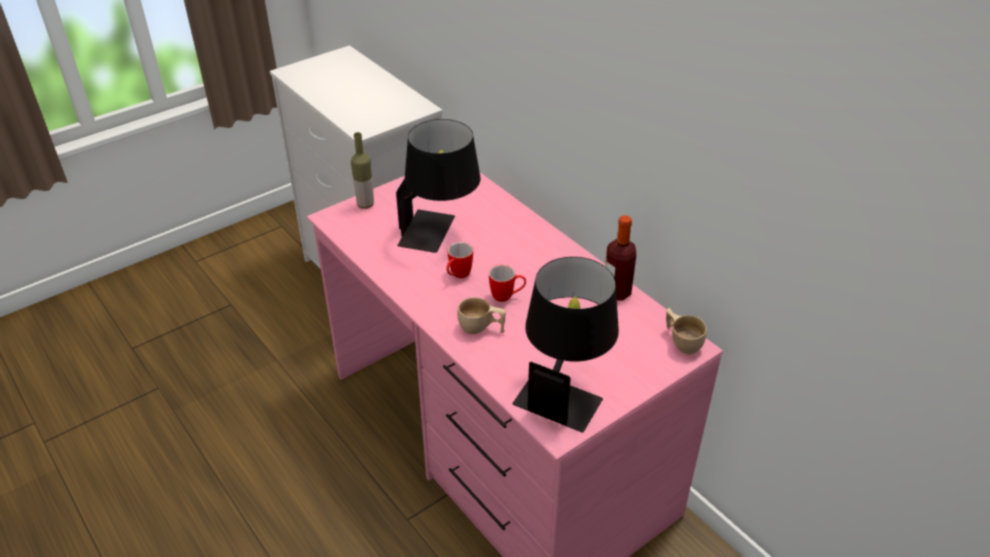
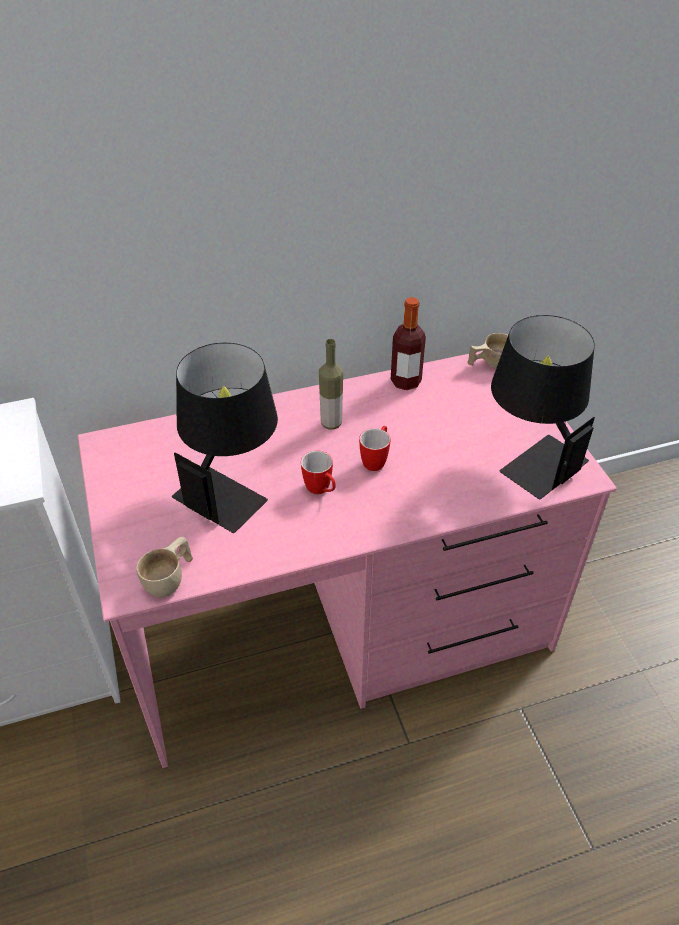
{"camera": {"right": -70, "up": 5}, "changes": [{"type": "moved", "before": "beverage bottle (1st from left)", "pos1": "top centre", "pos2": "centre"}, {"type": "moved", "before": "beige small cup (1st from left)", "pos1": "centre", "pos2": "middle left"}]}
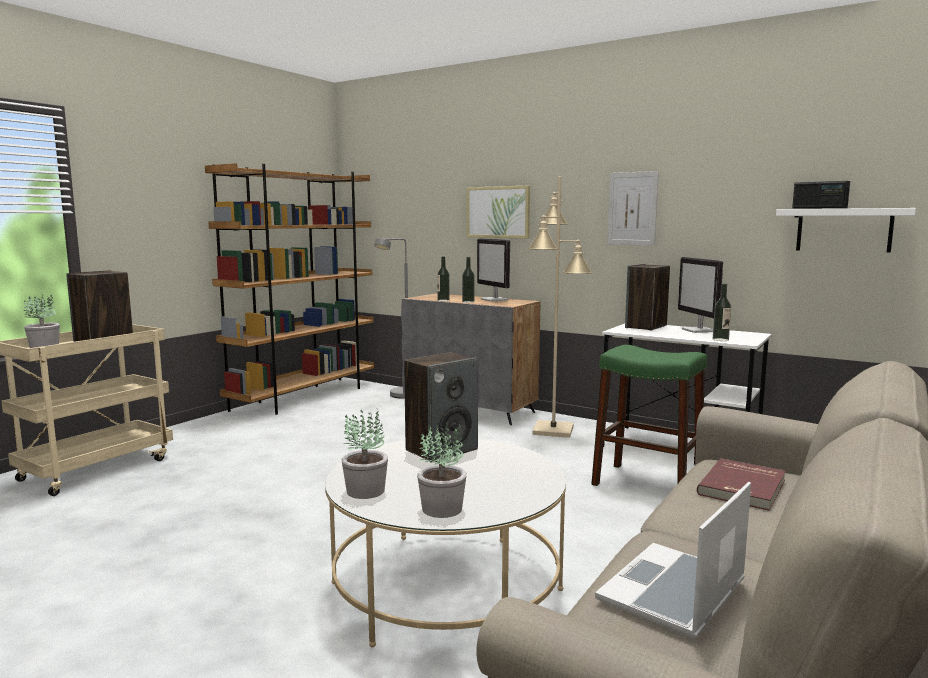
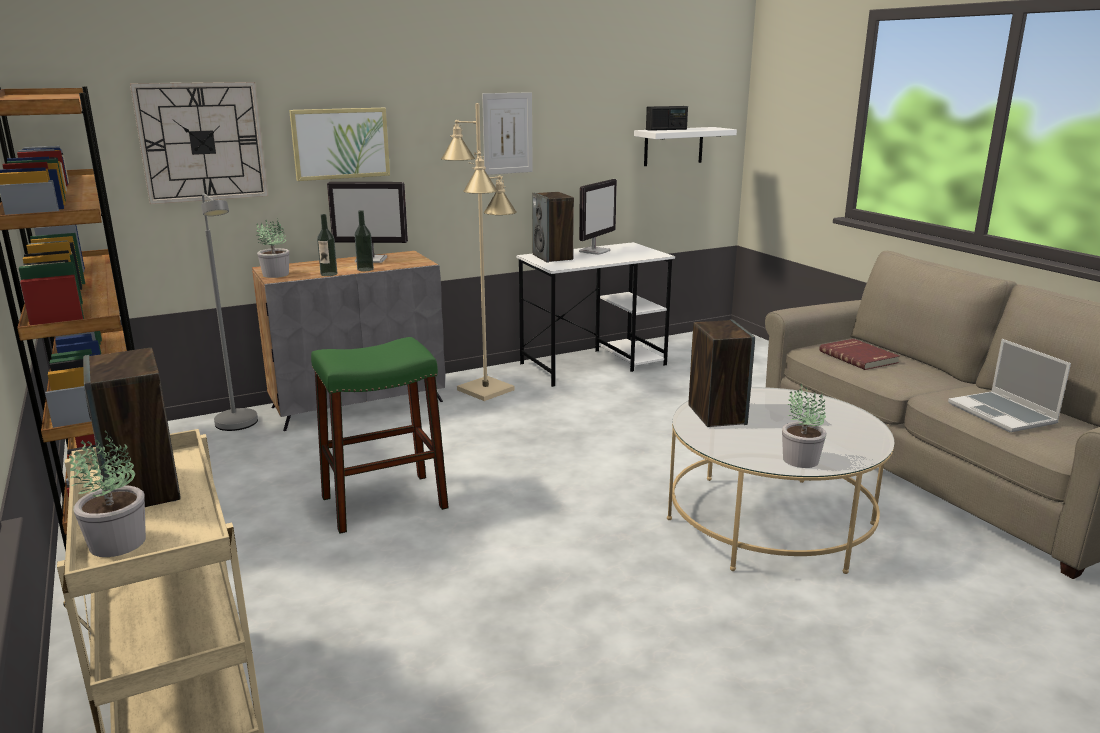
{"camera": {"right": -60, "up": 10}, "changes": [{"type": "moved", "before": "houseplant (3rd from left in the first image)", "after": "houseplant (2nd from left)", "pos1": "bottom centre", "pos2": "middle left"}, {"type": "moved", "before": "greenish stool seat", "pos1": "middle right", "pos2": "centre"}, {"type": "turned", "before": "monitor (2nd from left)", "pos1": "middle right", "pos2": "top centre", "turn": -75}, {"type": "removed", "before": "beverage bottle (3rd from left)", "pos1": "middle right"}, {"type": "added", "after": "hanging clock", "pos2": "top left"}]}
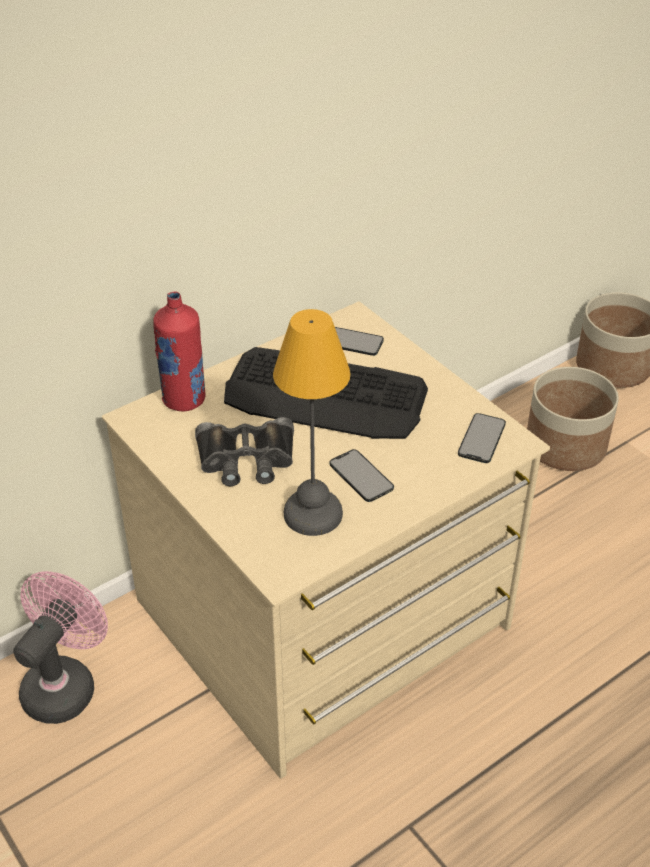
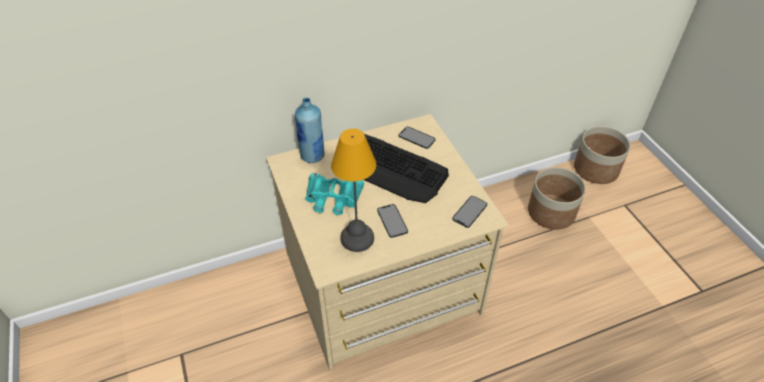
{"camera": {"right": 15, "up": 5}, "changes": [{"type": "removed", "before": "pink cooling fan", "pos1": "bottom left"}, {"type": "recoloured", "before": "reddish beverage bottle", "after": "bluish beverage bottle", "pos1": "middle left", "pos2": "centre"}, {"type": "recoloured", "before": "blackish binoculars", "after": "turquoise-coloured binoculars", "pos1": "centre", "pos2": "centre"}]}
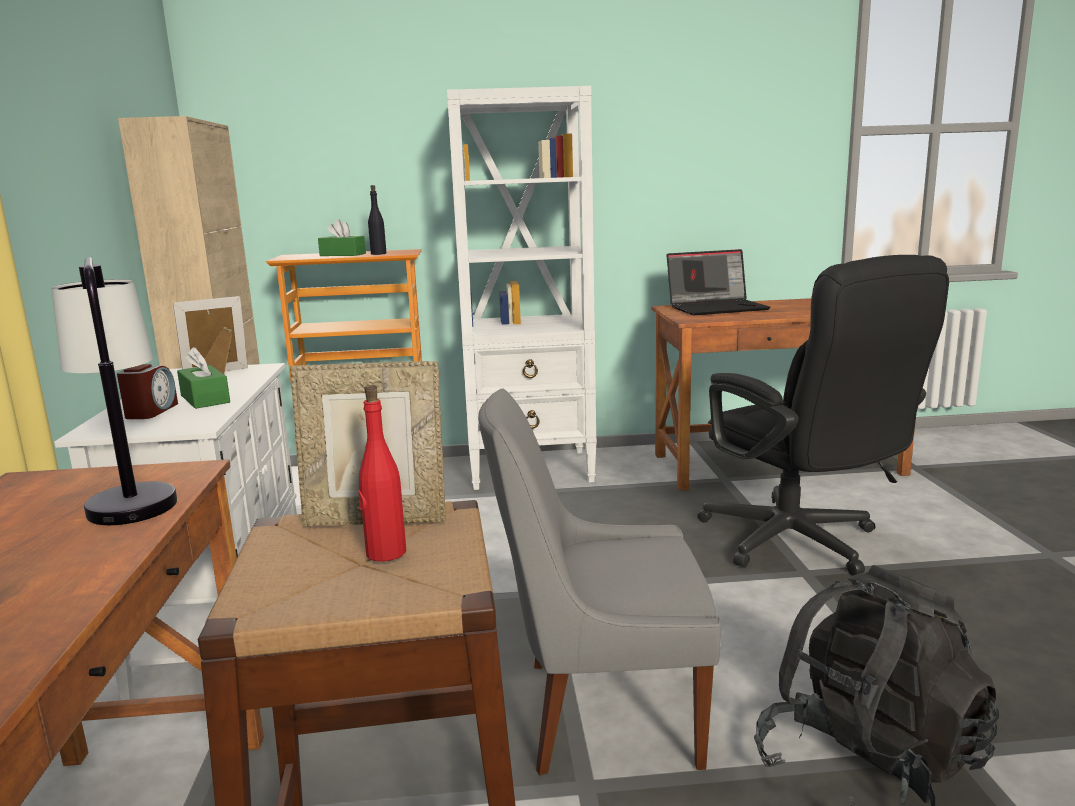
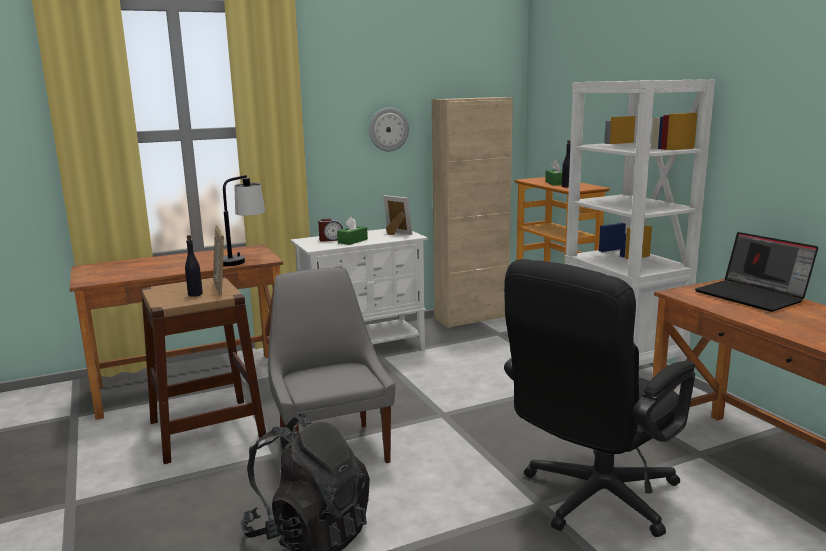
{"camera": {"right": 70, "up": 0}, "changes": [{"type": "recoloured", "before": "reddish beverage bottle", "after": "blackish beverage bottle (1st from left)", "pos1": "centre", "pos2": "middle left"}, {"type": "added", "after": "hanging clock", "pos2": "top centre"}]}
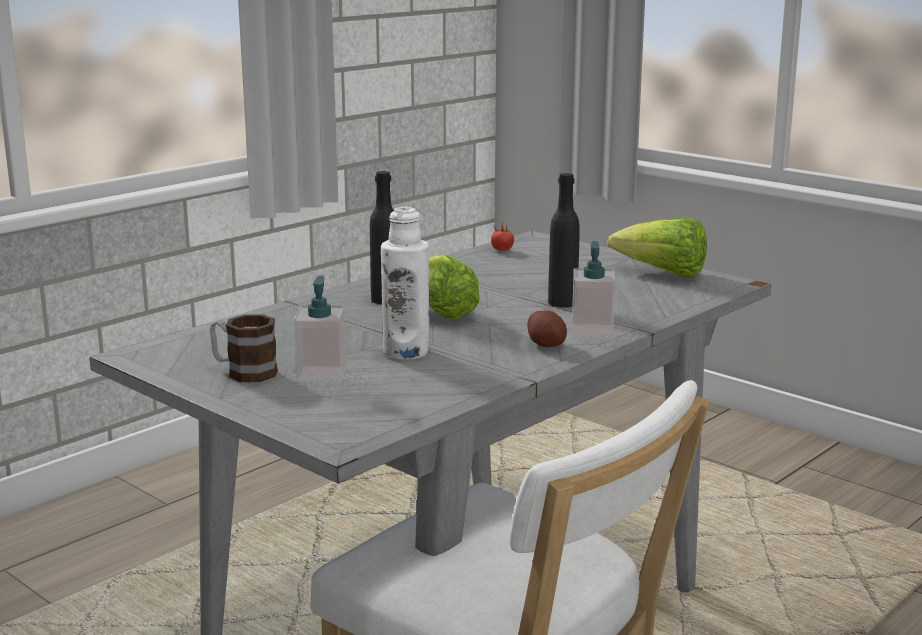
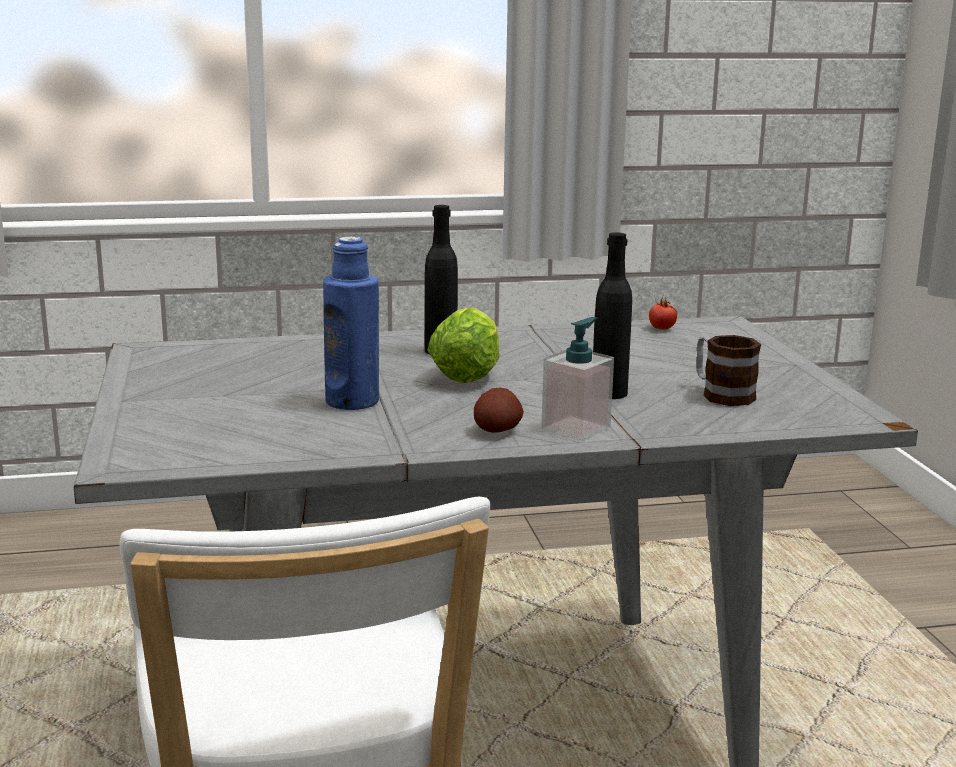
{"camera": {"right": 35, "up": 0}, "changes": [{"type": "moved", "before": "tea mug", "pos1": "middle left", "pos2": "middle right"}, {"type": "removed", "before": "soap dispenser (1st from left)", "pos1": "centre"}, {"type": "recoloured", "before": "white-coloured beverage bottle", "after": "bluish beverage bottle", "pos1": "centre", "pos2": "centre"}, {"type": "removed", "before": "lettuce head (2nd from left)", "pos1": "middle right"}]}
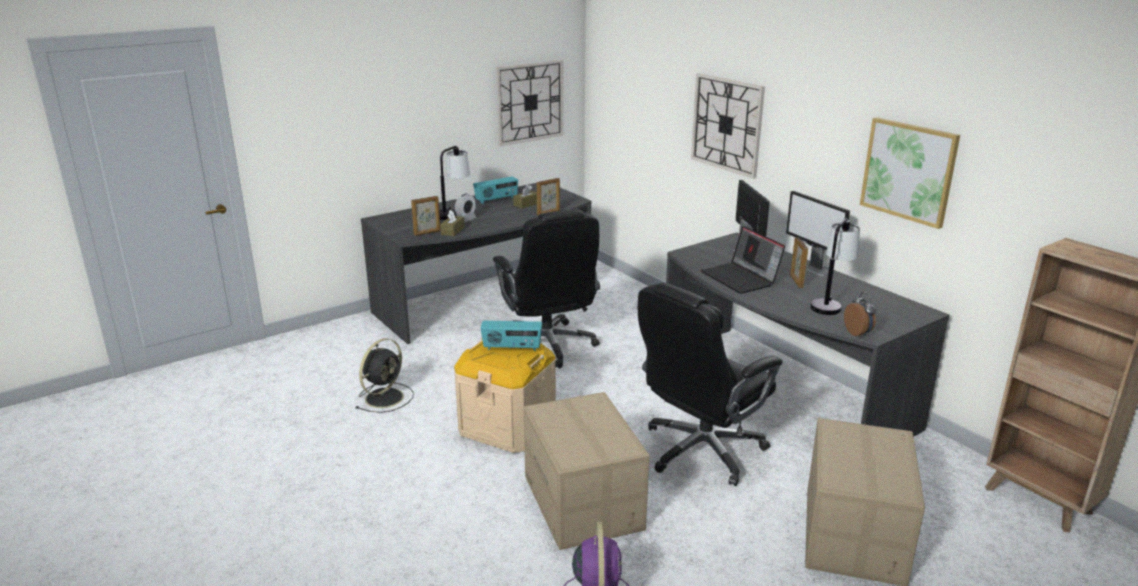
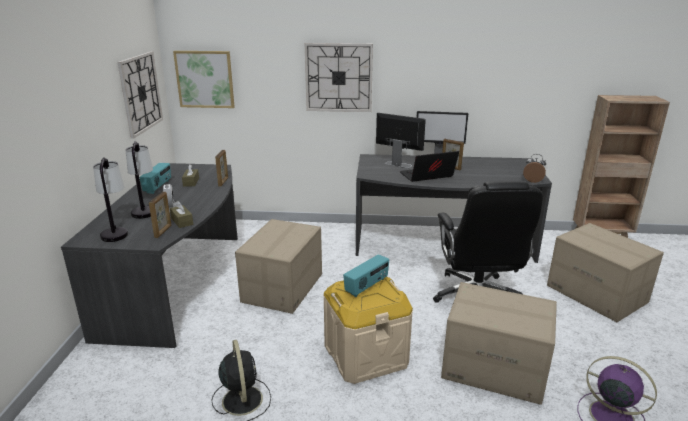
{"camera": {"right": -50, "up": 0}, "changes": [{"type": "replaced", "before": "blackish desk chair (1st from left)", "after": "carton (1st from left)", "pos1": "centre", "pos2": "centre"}, {"type": "turned", "before": "laptop", "pos1": "centre", "pos2": "centre", "turn": 150}, {"type": "moved", "before": "lamp for a table (2nd from left in the first image)", "after": "lamp for a table (1st from left)", "pos1": "middle right", "pos2": "middle left"}, {"type": "moved", "before": "picture", "pos1": "top right", "pos2": "top left"}]}
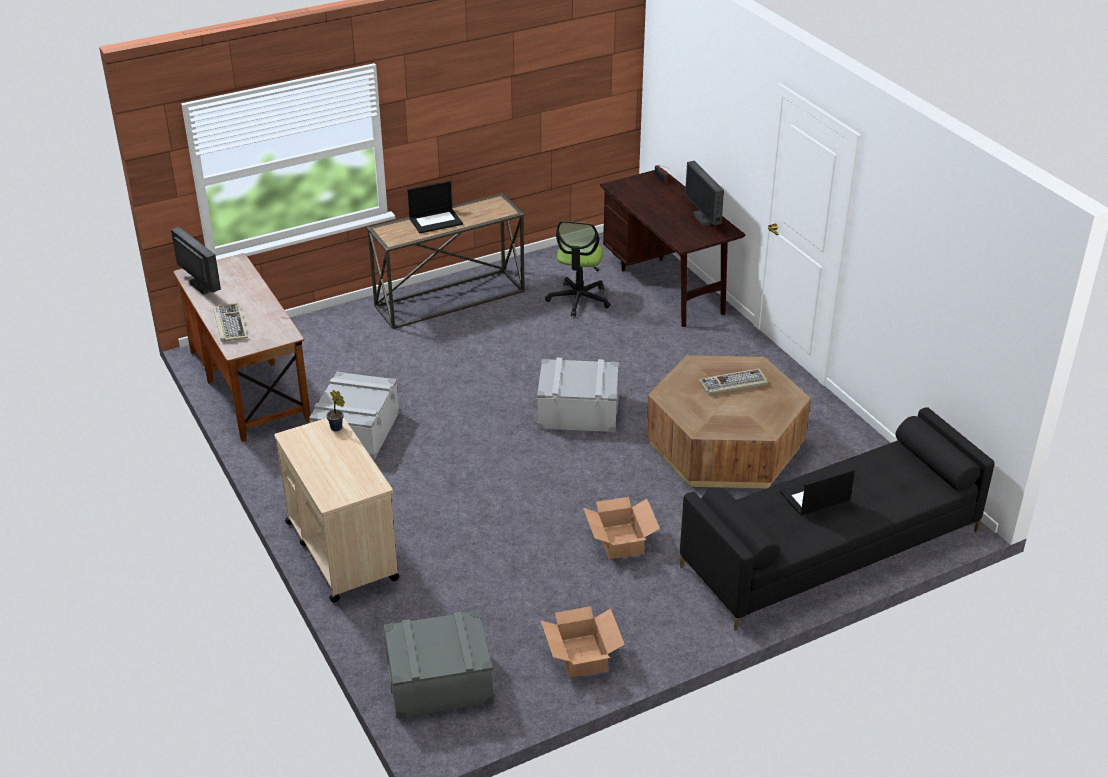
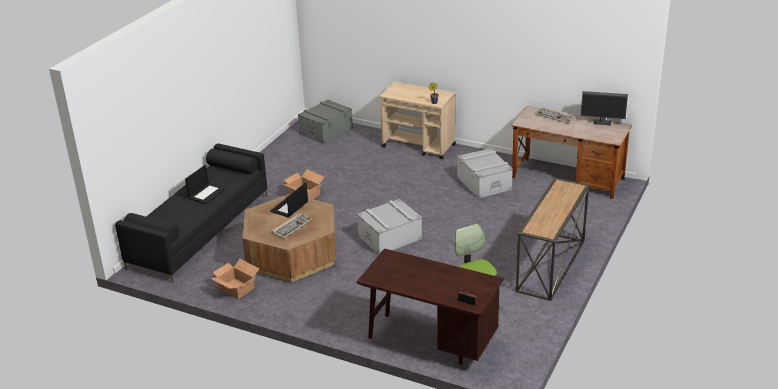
{"camera": {"right": 145, "up": -5}, "changes": [{"type": "moved", "before": "laptop (1st from left in the first image)", "after": "laptop (2nd from left)", "pos1": "top centre", "pos2": "centre"}, {"type": "moved", "before": "carton (1st from left)", "pos1": "bottom centre", "pos2": "bottom left"}, {"type": "removed", "before": "monitor (2nd from left)", "pos1": "top centre"}]}
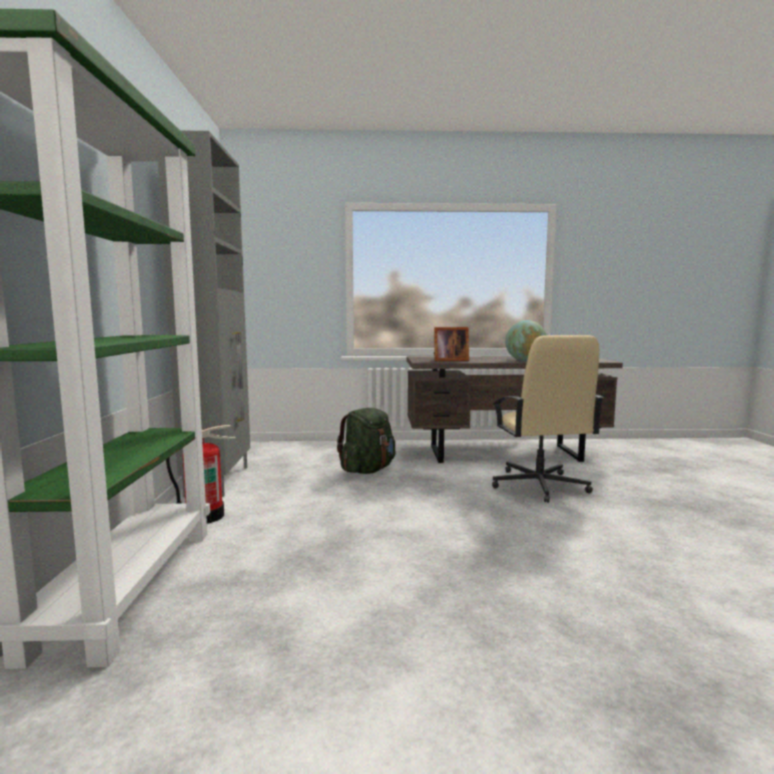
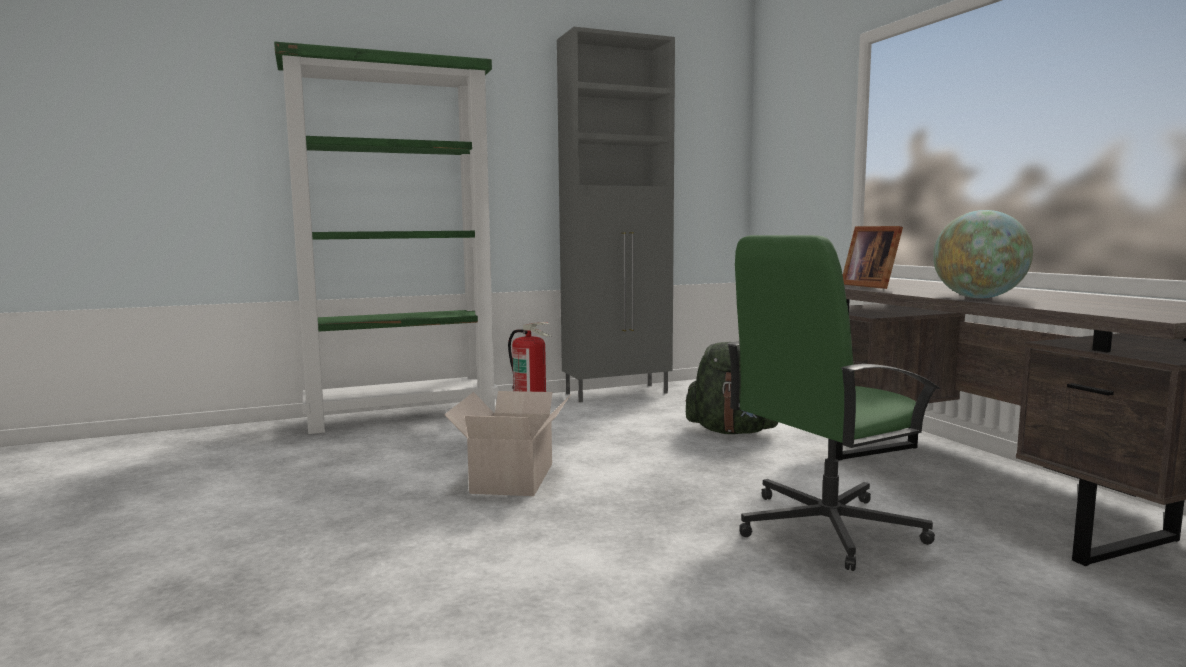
{"camera": {"right": 70, "up": 0}, "changes": [{"type": "recoloured", "before": "beige desk chair", "after": "greenish desk chair", "pos1": "middle right", "pos2": "middle right"}, {"type": "added", "after": "carton", "pos2": "centre"}]}
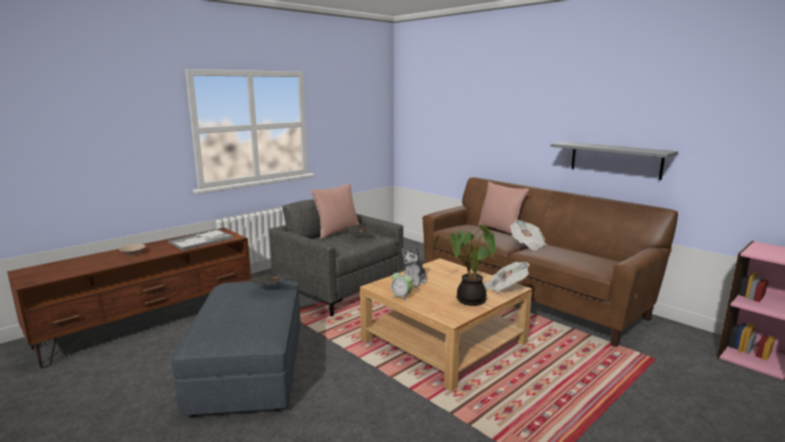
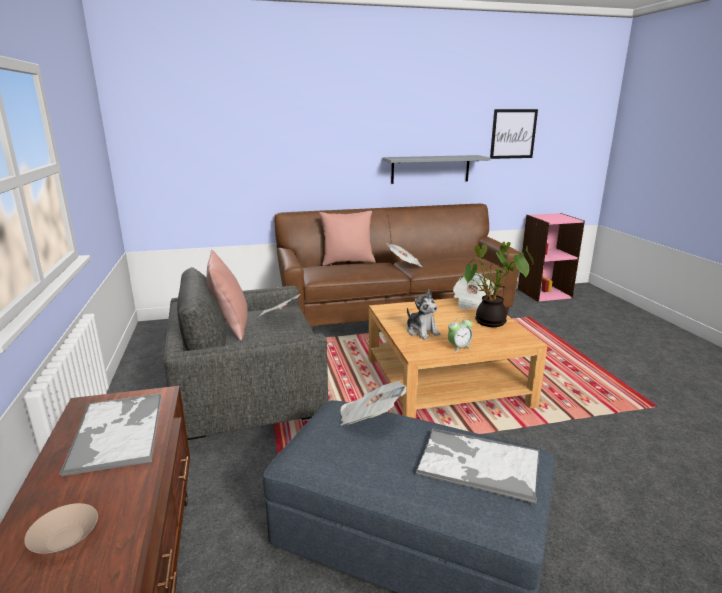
{"camera": {"right": -60, "up": 5}, "changes": [{"type": "added", "after": "serving tray (2nd from left)", "pos2": "bottom centre"}, {"type": "added", "after": "picture", "pos2": "top right"}]}
